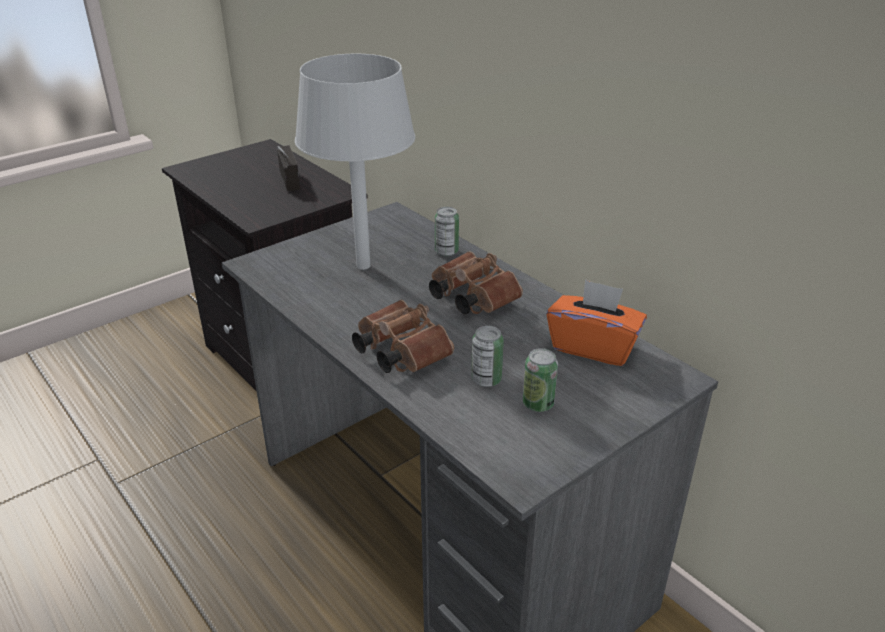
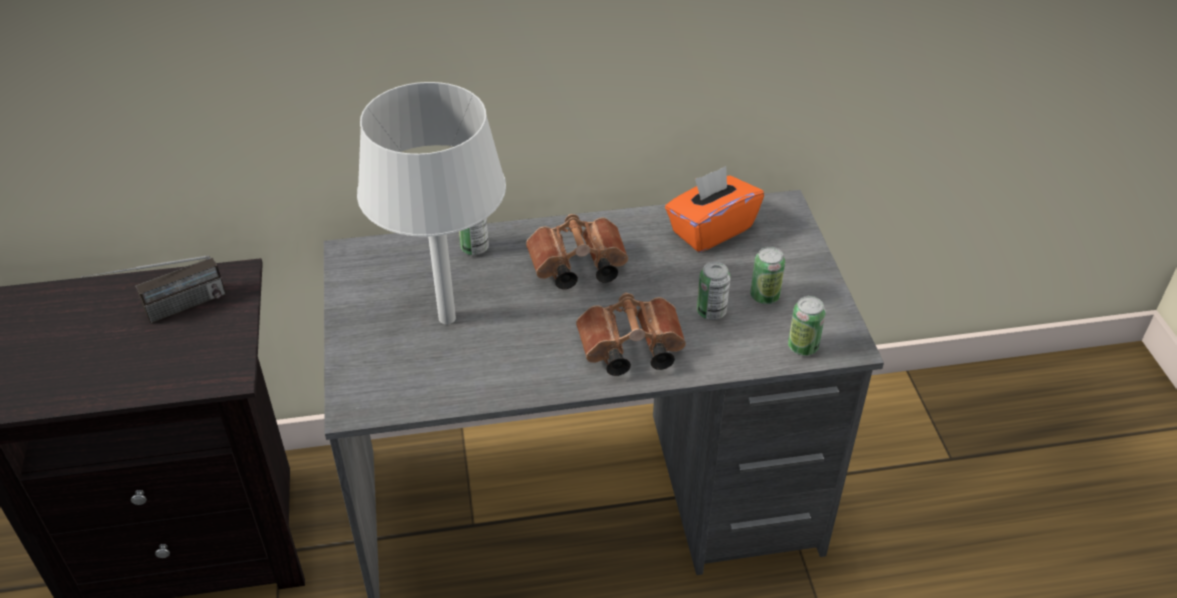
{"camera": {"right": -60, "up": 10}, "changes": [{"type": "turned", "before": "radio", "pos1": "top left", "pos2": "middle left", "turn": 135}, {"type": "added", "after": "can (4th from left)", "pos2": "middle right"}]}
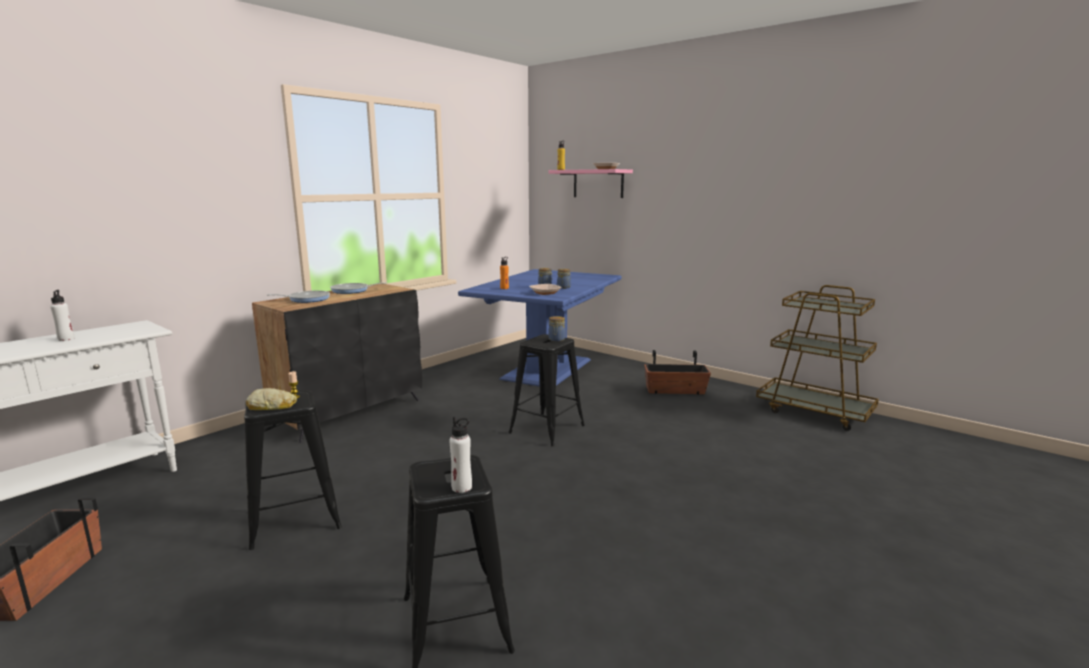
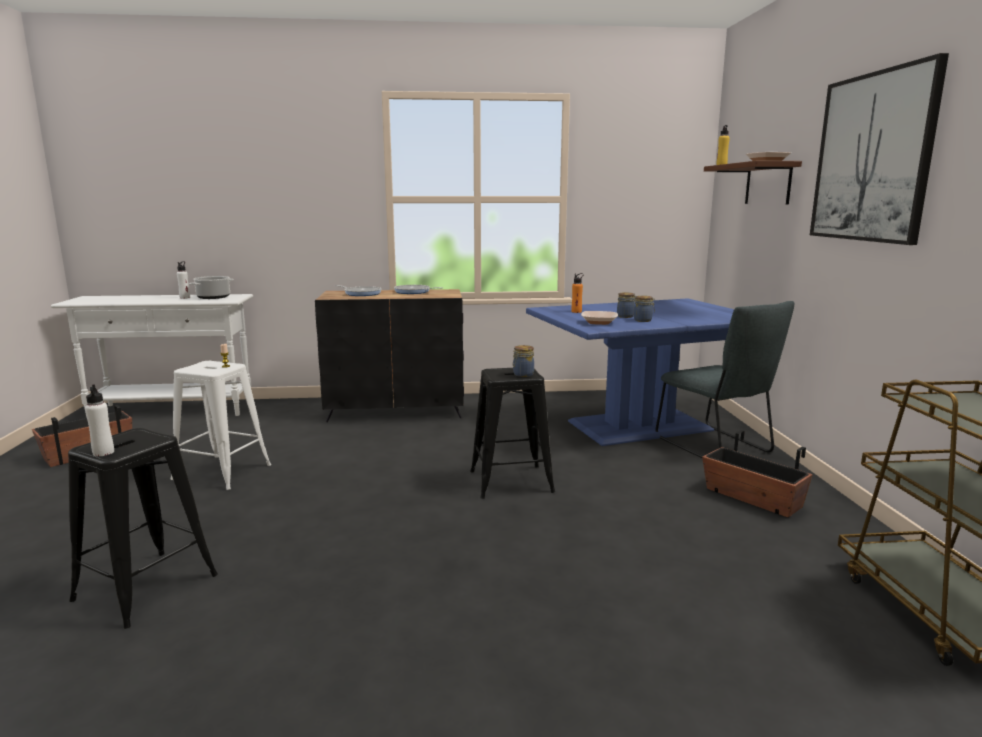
{"camera": {"right": 45, "up": 0}, "changes": [{"type": "recoloured", "before": "blackish stool seat (1st from left)", "after": "white-coloured stool seat", "pos1": "bottom left", "pos2": "middle left"}, {"type": "removed", "before": "baked bread", "pos1": "middle left"}, {"type": "recoloured", "before": "pink shelf", "after": "brown shelf", "pos1": "top centre", "pos2": "top right"}, {"type": "added", "after": "cooking pot", "pos2": "middle left"}, {"type": "added", "after": "gray plain chair", "pos2": "middle right"}, {"type": "added", "after": "picture", "pos2": "top right"}]}
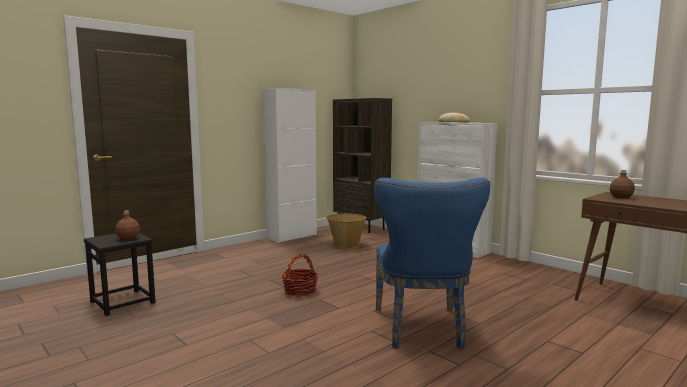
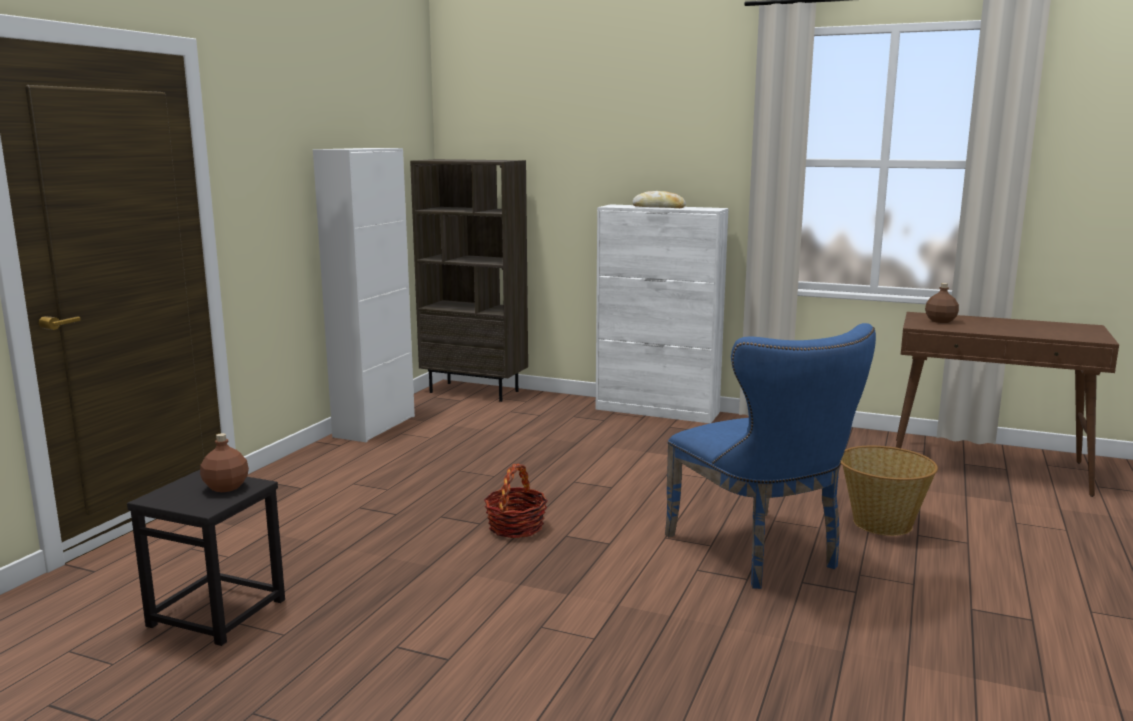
{"camera": {"right": -25, "up": 5}, "changes": [{"type": "moved", "before": "storage basket (2nd from left)", "pos1": "centre", "pos2": "bottom right"}]}
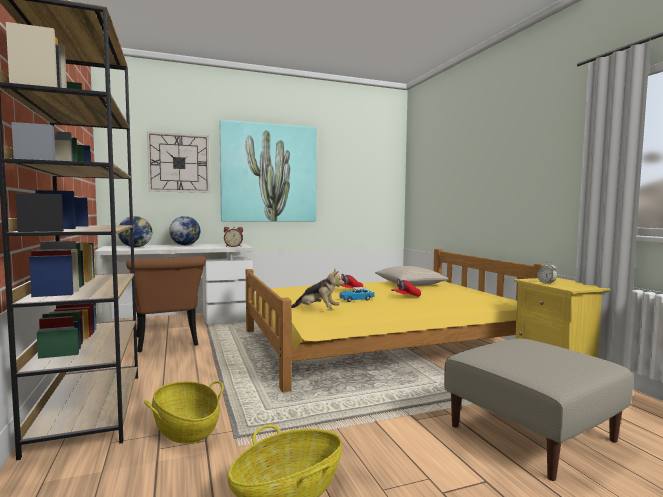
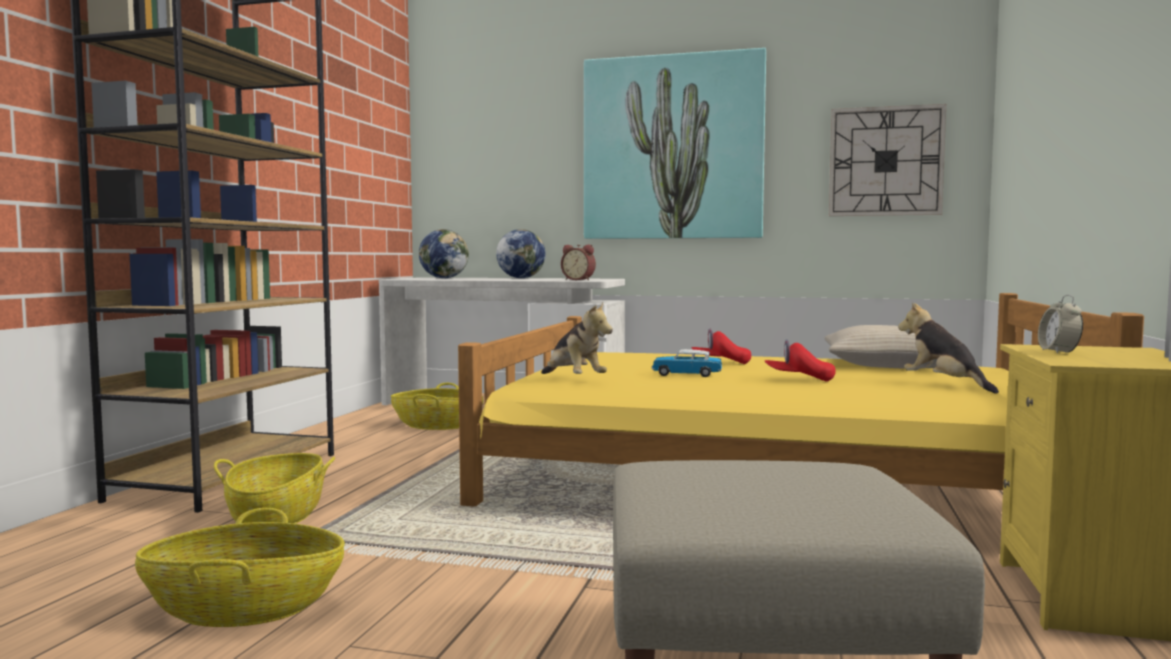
{"camera": {"right": 35, "up": 0}, "changes": [{"type": "replaced", "before": "brown plain chair", "after": "storage basket (3rd from left)", "pos1": "middle left", "pos2": "centre"}, {"type": "moved", "before": "hanging clock", "pos1": "top left", "pos2": "top right"}, {"type": "added", "after": "plush toy (2nd from left)", "pos2": "middle right"}]}
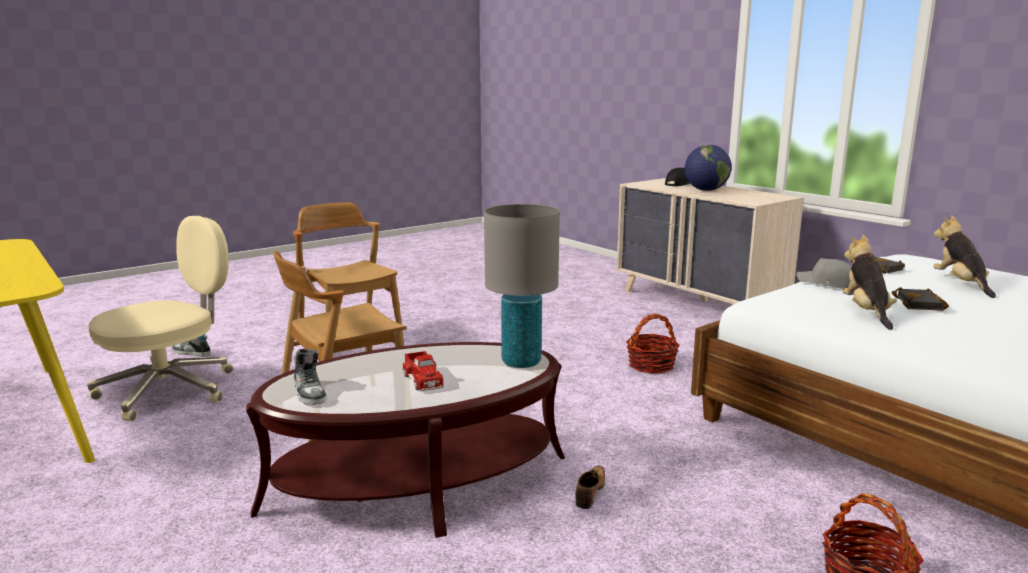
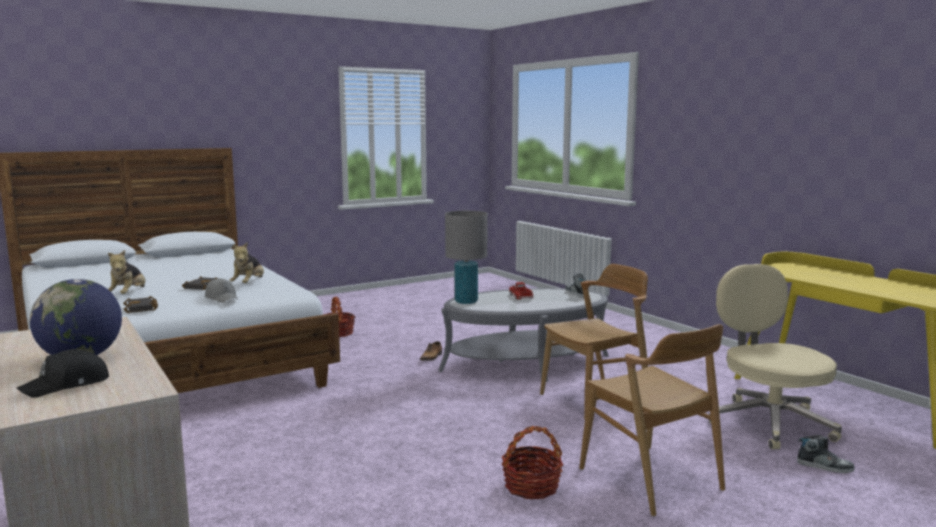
{"camera": {"right": -175, "up": -5}, "changes": [{"type": "turned", "before": "beige desk chair", "pos1": "middle left", "pos2": "bottom right", "turn": 120}, {"type": "recoloured", "before": "brown coffee table", "after": "gray coffee table", "pos1": "bottom centre", "pos2": "centre"}, {"type": "moved", "before": "storage basket (1st from left in the first image)", "after": "storage basket (2nd from left)", "pos1": "centre", "pos2": "bottom centre"}]}
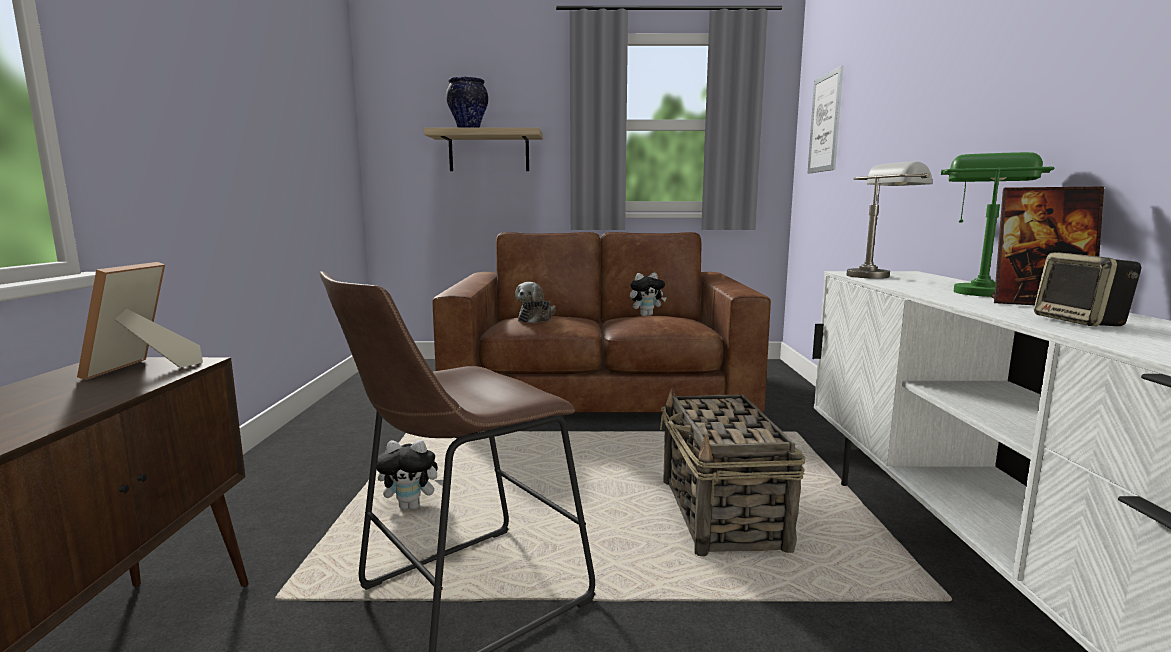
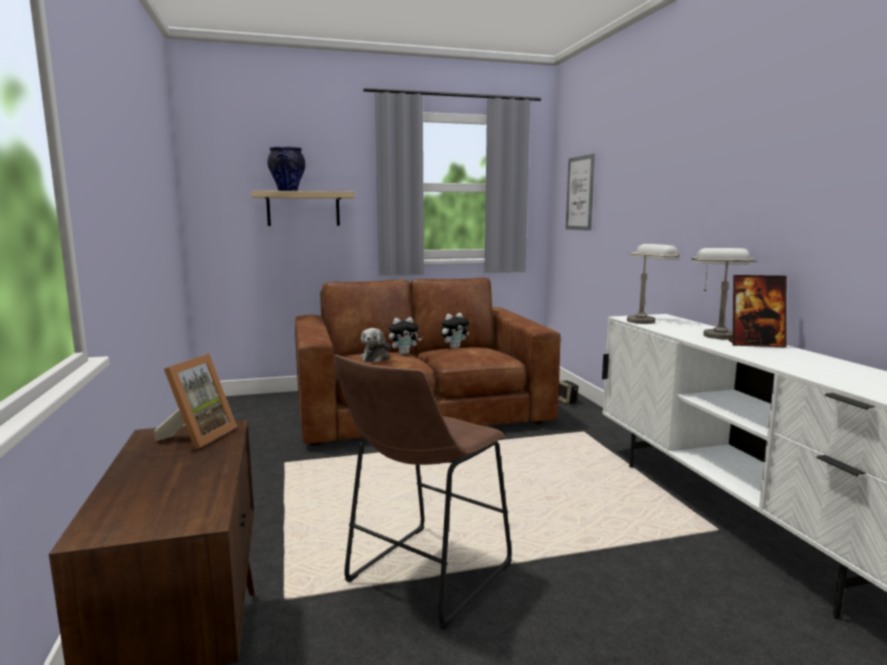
{"camera": {"right": -15, "up": 0}, "changes": [{"type": "turned", "before": "standing frame (1st from left)", "pos1": "middle left", "pos2": "middle left", "turn": -150}, {"type": "moved", "before": "plush toy (1st from left in the first image)", "after": "plush toy (2nd from left)", "pos1": "bottom centre", "pos2": "centre"}, {"type": "removed", "before": "storage basket", "pos1": "bottom centre"}, {"type": "recoloured", "before": "greenish lamp for a table", "after": "gray lamp for a table (2nd from left)", "pos1": "middle right", "pos2": "middle right"}, {"type": "moved", "before": "loudspeaker", "pos1": "middle right", "pos2": "centre"}]}
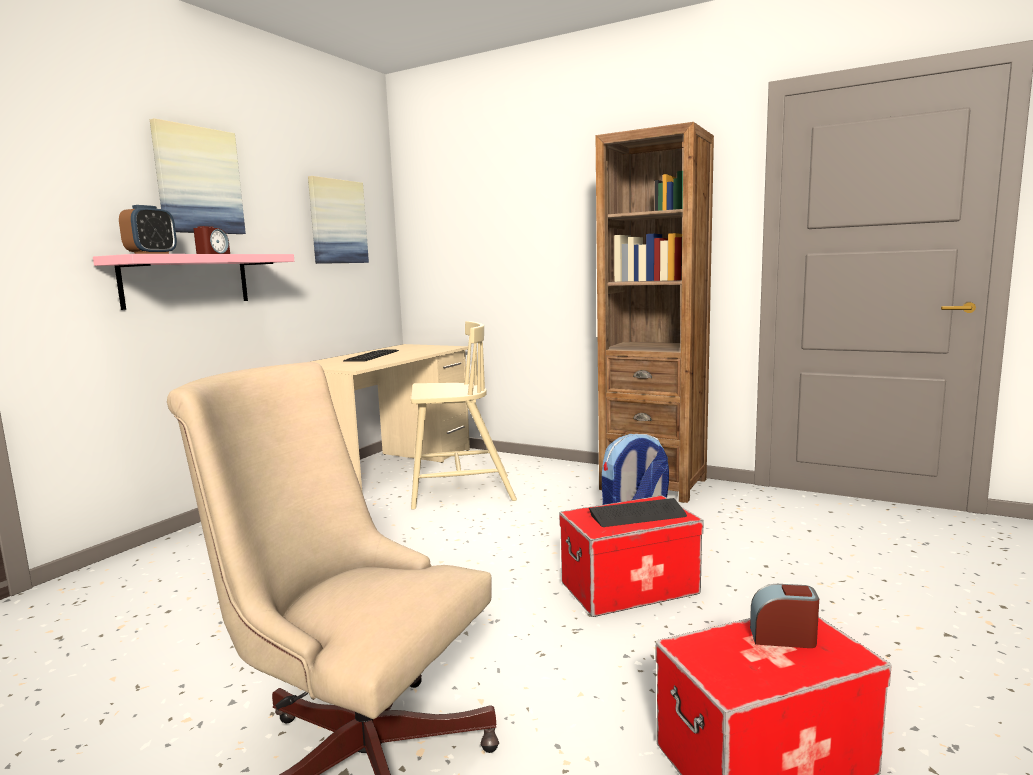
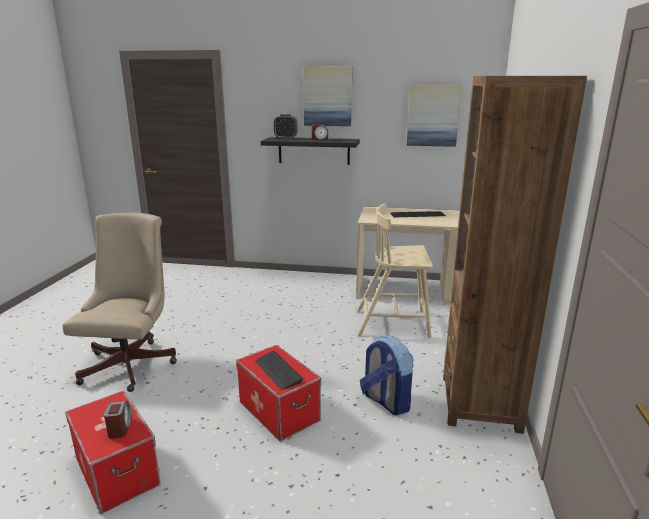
{"camera": {"right": 70, "up": 10}, "changes": [{"type": "recoloured", "before": "pink shelf", "after": "blackish shelf", "pos1": "middle left", "pos2": "top centre"}, {"type": "turned", "before": "beige plain chair", "pos1": "centre", "pos2": "centre", "turn": 120}]}
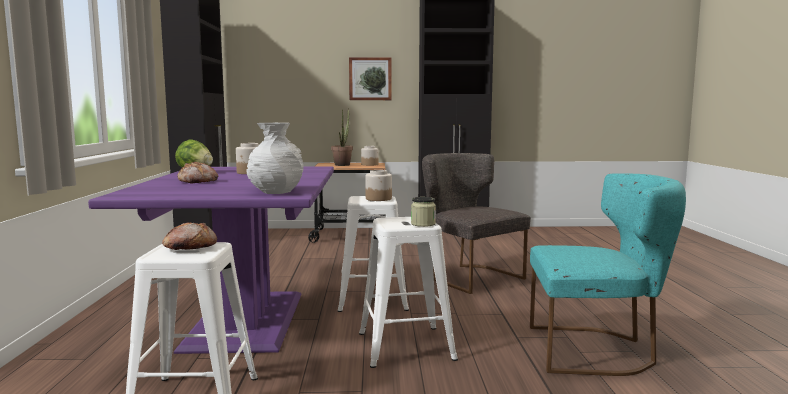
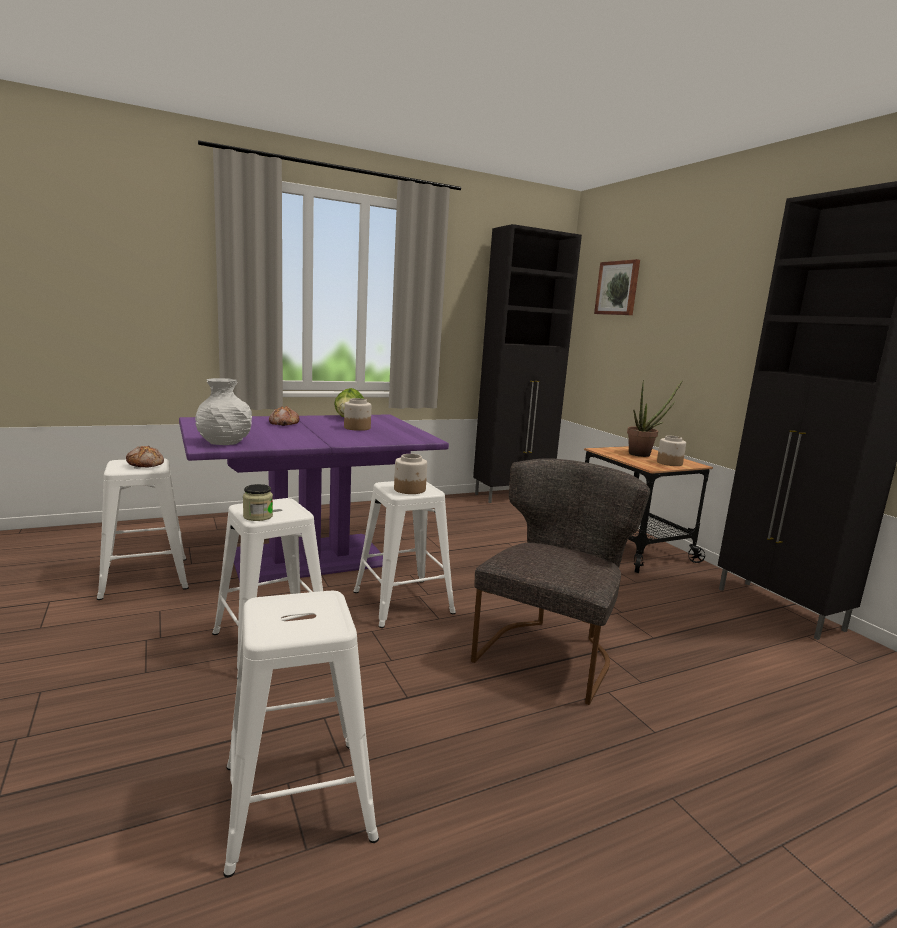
{"camera": {"right": 65, "up": 5}, "changes": [{"type": "moved", "before": "picture", "pos1": "top centre", "pos2": "top right"}, {"type": "replaced", "before": "turquoise-coloured plain chair", "after": "white-coloured stool seat (3rd from left)", "pos1": "bottom right", "pos2": "bottom centre"}]}
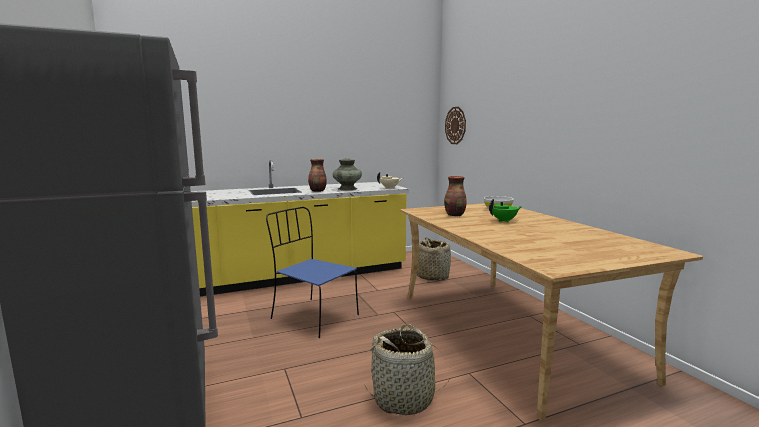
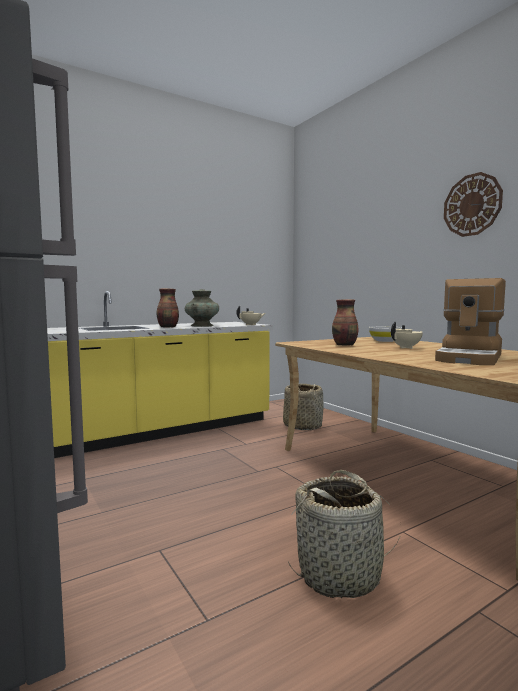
{"camera": {"right": -10, "up": -5}, "changes": [{"type": "removed", "before": "bluish plain chair", "pos1": "centre"}, {"type": "moved", "before": "hanging clock", "pos1": "top centre", "pos2": "top right"}, {"type": "recoloured", "before": "greenish pot for tea", "after": "beige pot for tea (2nd from left)", "pos1": "centre", "pos2": "middle right"}, {"type": "added", "after": "coffee machine", "pos2": "middle right"}]}
